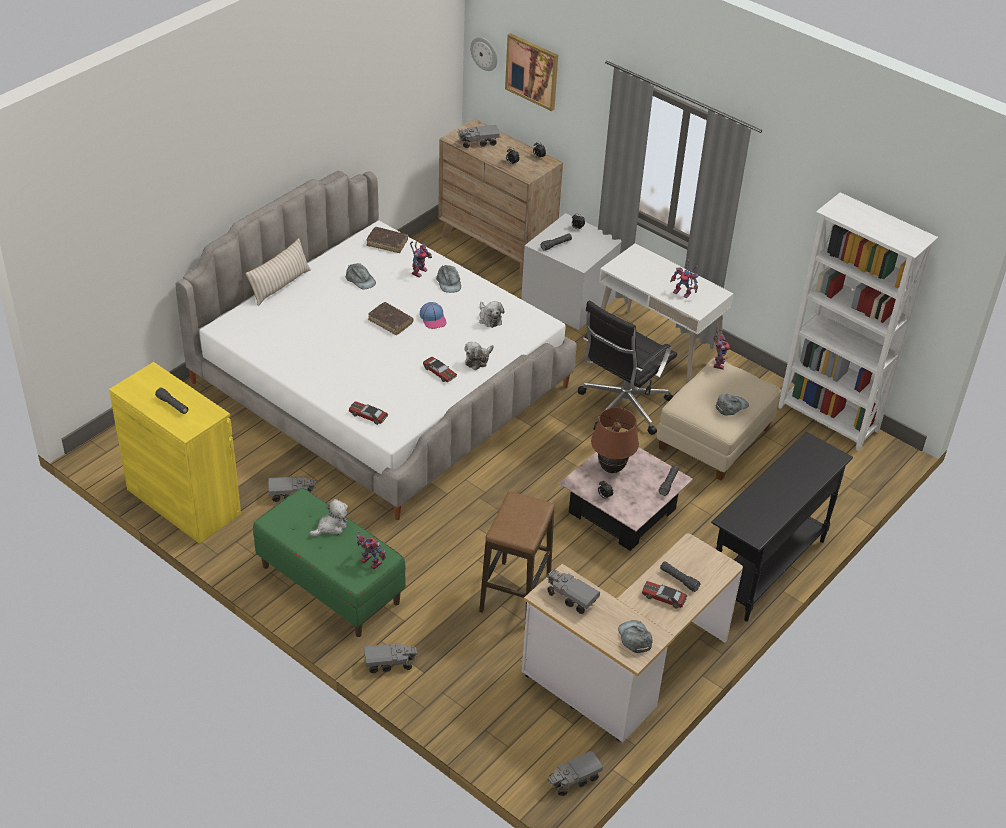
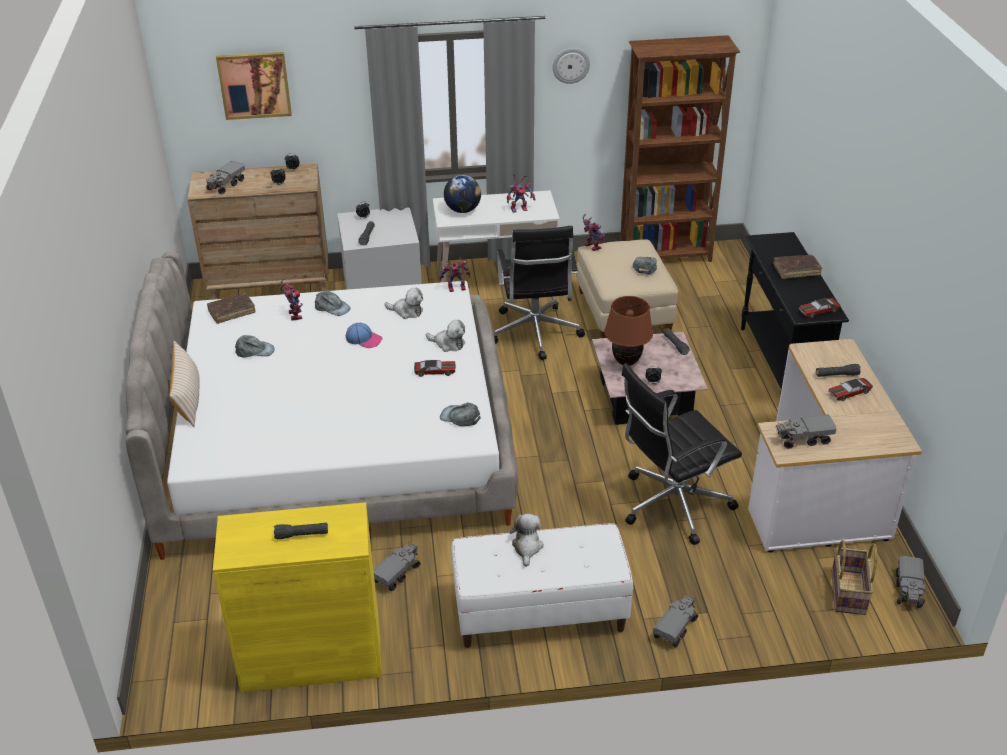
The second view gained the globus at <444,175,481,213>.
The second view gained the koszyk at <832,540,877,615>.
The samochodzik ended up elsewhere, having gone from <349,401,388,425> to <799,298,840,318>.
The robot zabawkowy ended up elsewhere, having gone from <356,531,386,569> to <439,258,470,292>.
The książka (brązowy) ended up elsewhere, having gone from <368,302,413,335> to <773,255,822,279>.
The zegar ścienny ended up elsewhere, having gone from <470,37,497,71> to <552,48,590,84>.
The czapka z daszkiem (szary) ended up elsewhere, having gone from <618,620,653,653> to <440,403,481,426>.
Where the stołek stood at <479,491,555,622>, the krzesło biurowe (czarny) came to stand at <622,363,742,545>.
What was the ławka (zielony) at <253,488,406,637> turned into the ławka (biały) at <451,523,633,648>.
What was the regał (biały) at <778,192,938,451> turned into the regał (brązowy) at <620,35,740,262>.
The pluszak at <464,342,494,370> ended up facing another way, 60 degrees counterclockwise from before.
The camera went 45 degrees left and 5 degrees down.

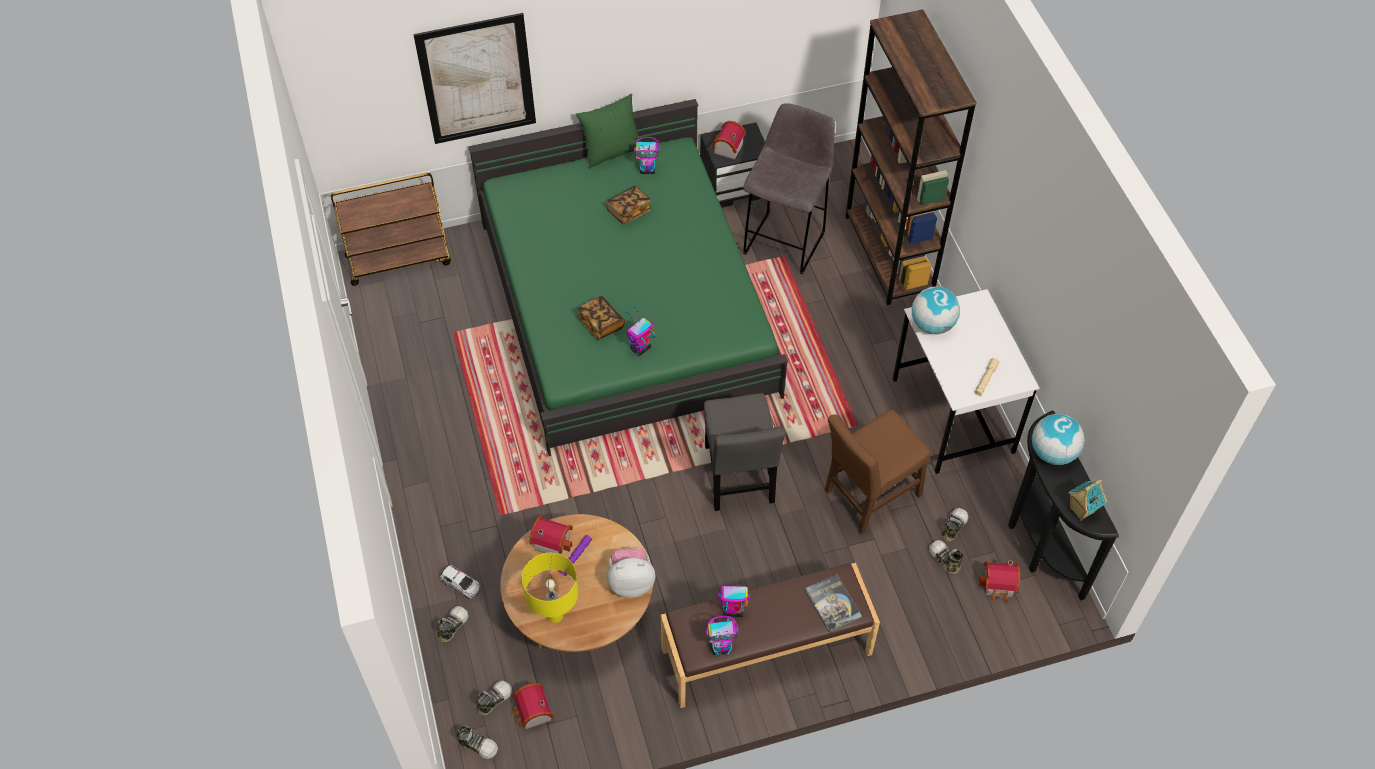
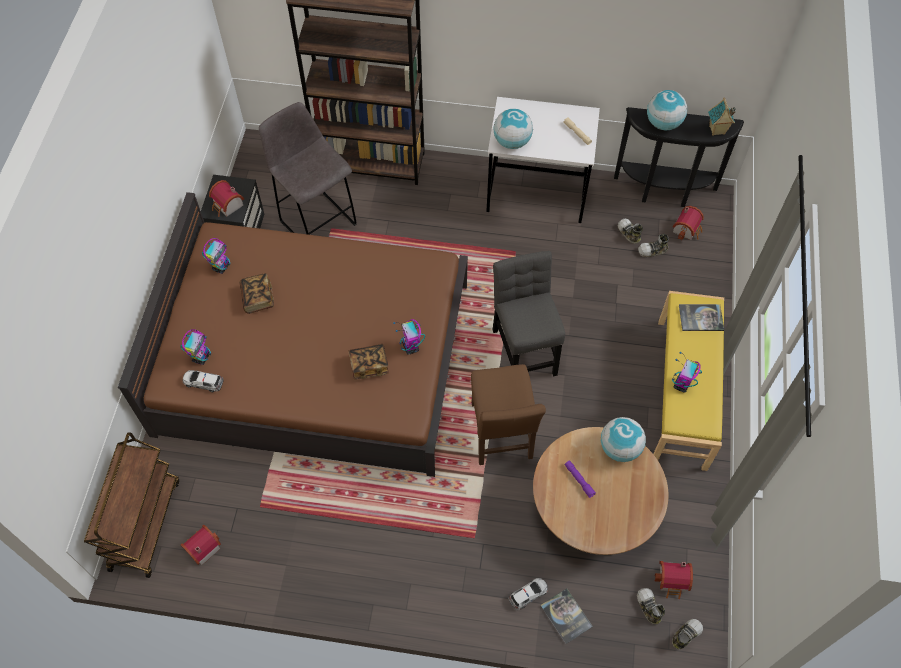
The second view lost the obraz at <413,13,536,144>.
The second view lost the lampa stołowa (żółty) at <522,553,578,623>.
The second view lost the poduszka (zielony) at <576,94,640,169>.
The second view gained the samochodzik at <183,370,224,392>.
The domek ended up elsewhere, having gone from <530,516,573,554> to <181,525,221,565>.
The robot zabawkowy ended up elsewhere, having gone from <706,616,739,656> to <180,329,211,365>.
The krzesło (brązowy) ended up elsewhere, having gone from <825,409,931,534> to <471,364,546,465>.
Where the but stood at <437,606,469,642>, the książka came to stand at <540,588,593,644>.
Where the pluszak stood at <607,547,655,598>, the globus came to stand at <601,417,646,462>.
What was the łóżko (zielony) at <468,99,788,456> turned into the łóżko (brązowy) at <118,192,468,477>.
What was the ławka (brązowy) at <661,563,880,708> turned into the ławka (żółty) at <653,291,724,471>.
The krzesło (szary) at <704,393,786,511> ended up facing another way, 120 degrees counterclockwise from before.
The camera went 65 degrees left and 5 degrees up.

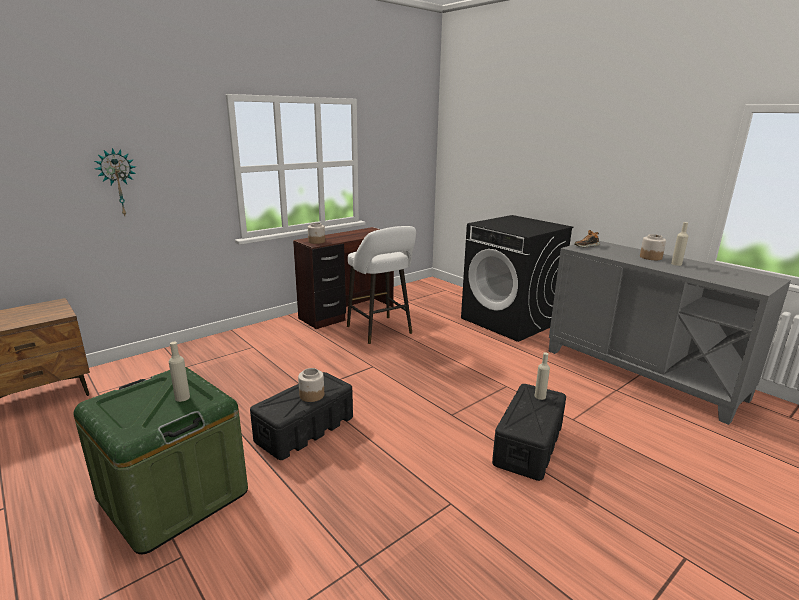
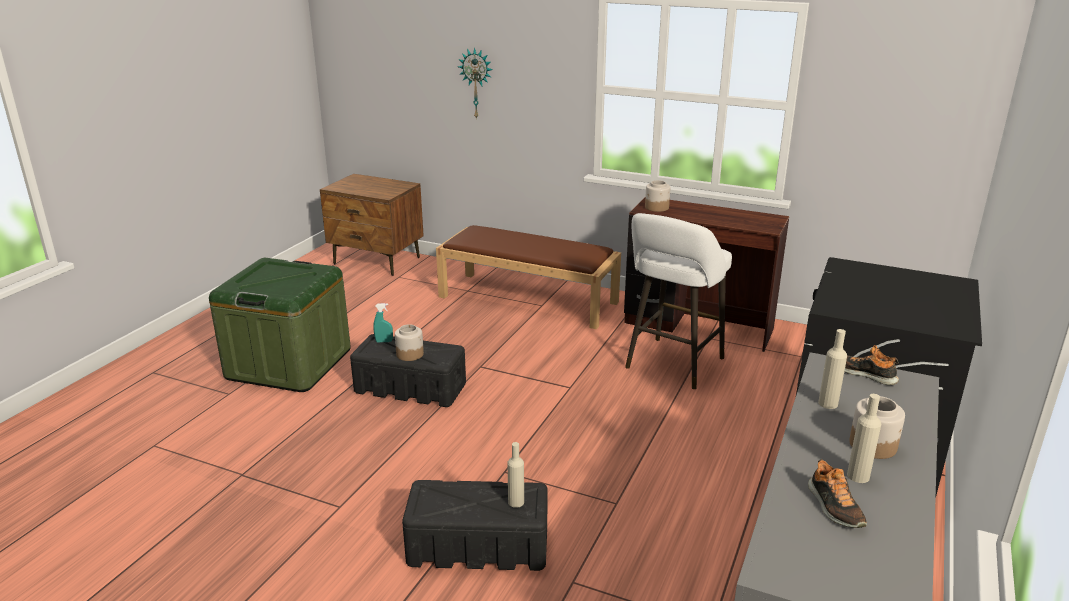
The second view gained the spryskiwacz (turkusowy) at <373,303,393,342>.
The second view gained the ławka (brązowy) at <436,225,621,329>.
The second view gained the but at <808,459,867,528>.
The butelka (beżowy) ended up elsewhere, having gone from <169,342,190,402> to <818,329,847,409>.
The camera went 65 degrees right and 5 degrees up.

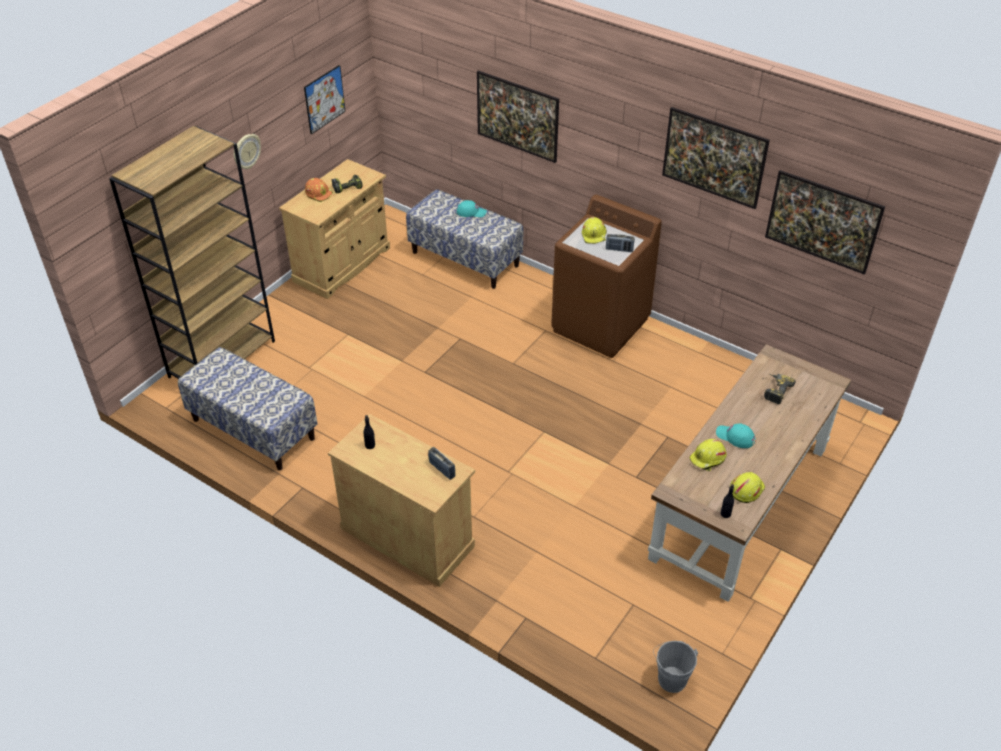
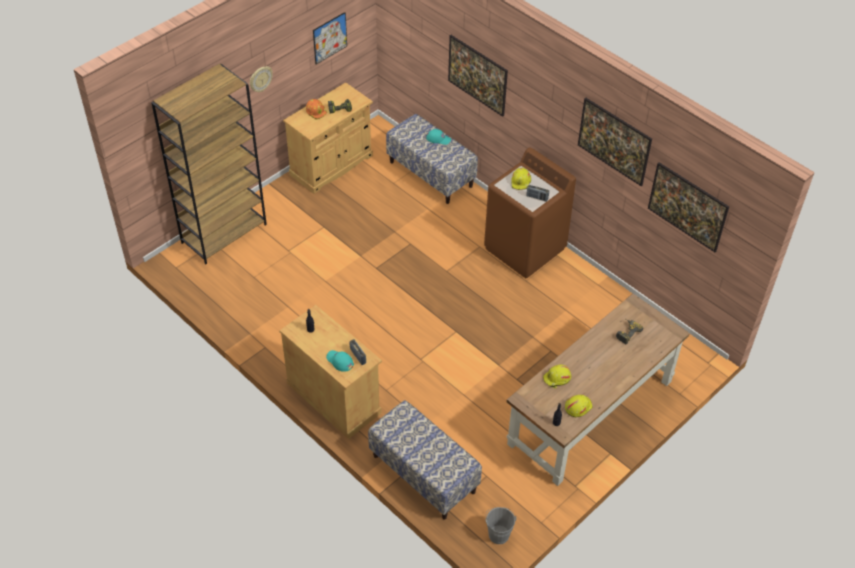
The ławka ended up elsewhere, having gone from <178,347,317,470> to <368,400,482,520>.
The czapka z daszkiem (turkusowy) ended up elsewhere, having gone from <716,423,756,448> to <326,350,354,372>.
The camera went 10 degrees right and 5 degrees up.

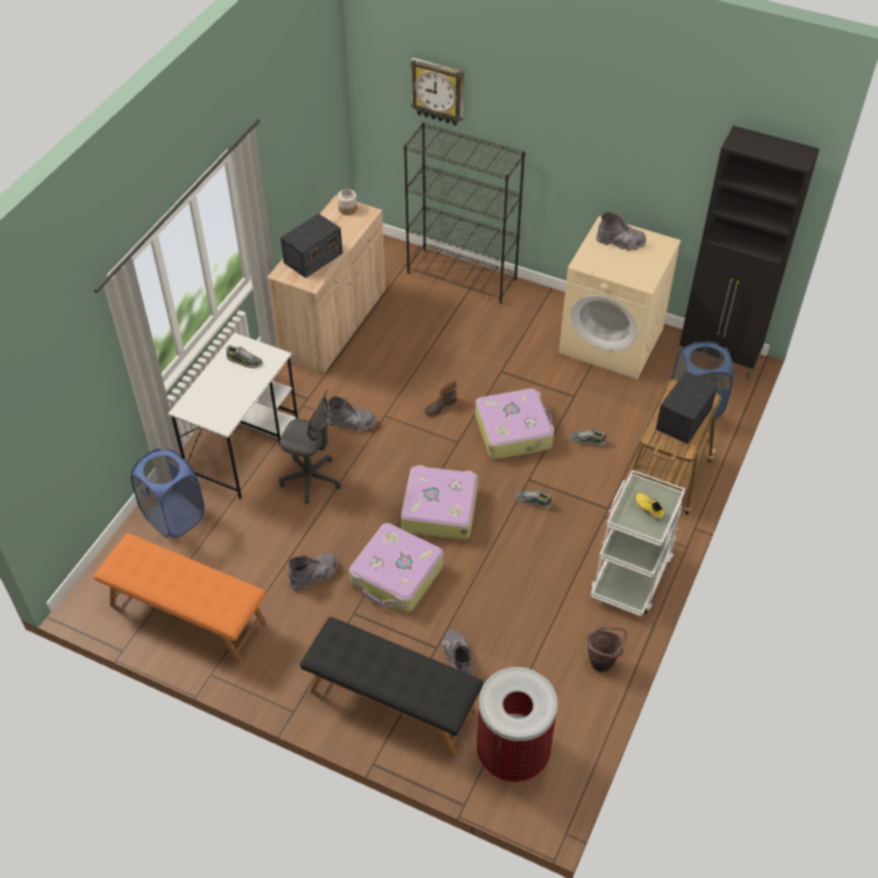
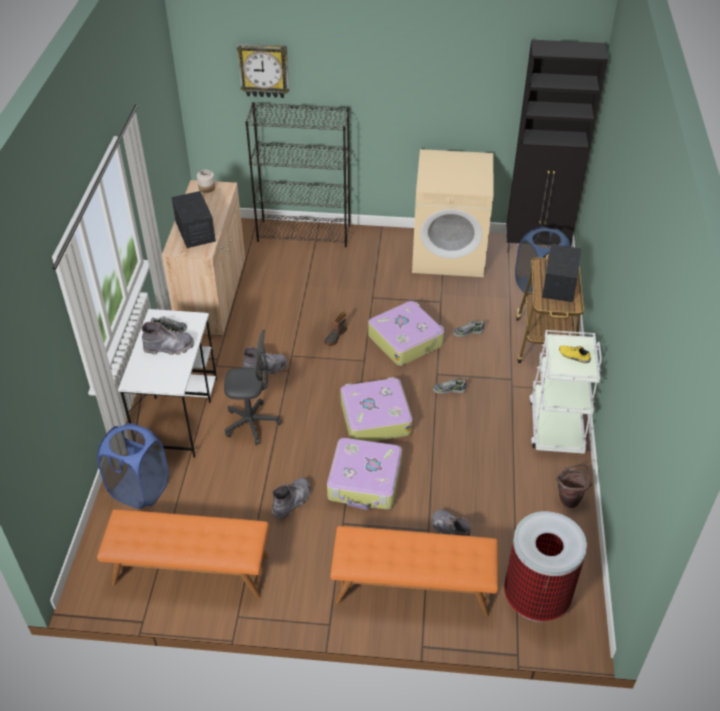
The but z cholewką (szary) ended up elsewhere, having gone from <596,212,646,251> to <142,322,194,355>.
What was the ławka (czarny) at <300,617,483,756> turned into the ławka (pomarańczowy) at <330,526,498,617>.
The radio at <280,213,343,278> ended up facing another way, 45 degrees counterclockwise from before.
The camera went 20 degrees left and 5 degrees down.

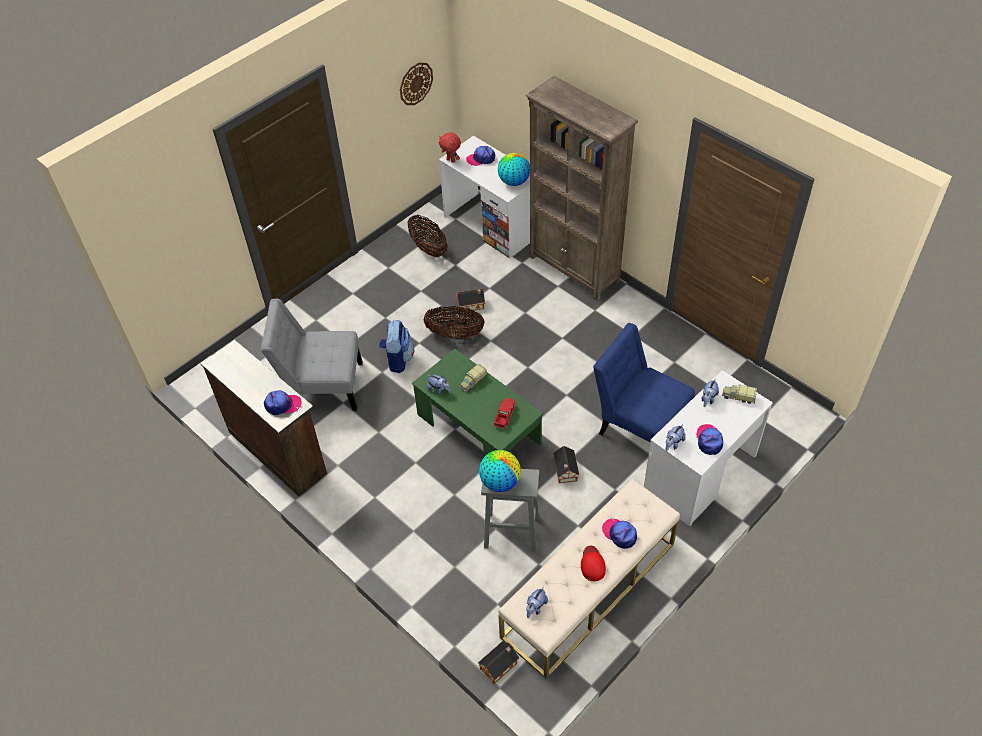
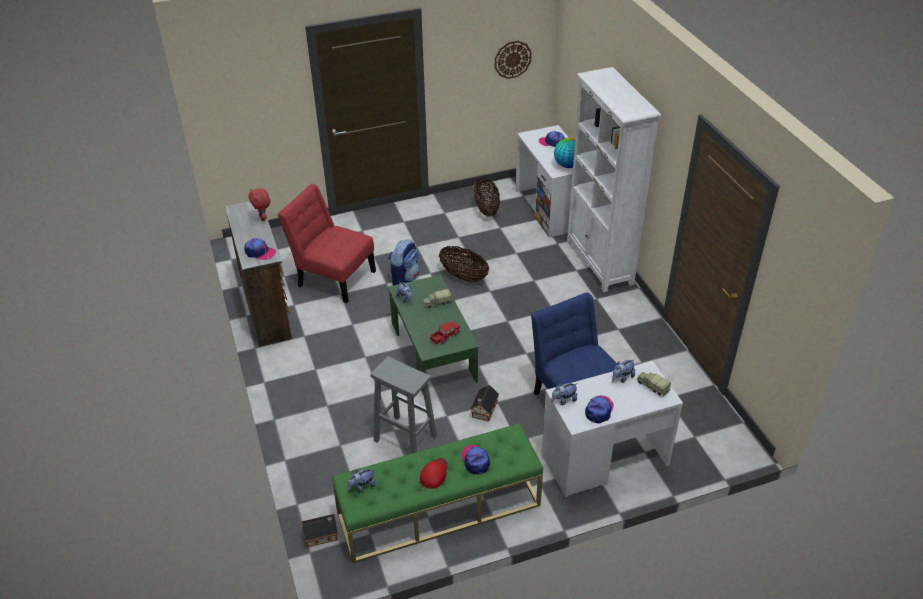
The second view lost the domek at <456,289,485,311>.
The second view lost the globus at <479,450,521,492>.
The pluszak (czerwony) ended up elsewhere, having gone from <439,132,461,163> to <249,188,270,221>.
What was the krzesło (szary) at <260,299,363,411> turned into the krzesło (czerwony) at <277,184,376,303>.
What was the ławka (beżowy) at <498,479,680,679> turned into the ławka (zielony) at <332,423,543,563>.
What was the regał (brązowy) at <525,76,638,301> turned into the regał (biały) at <567,67,661,292>.
The camera went 25 degrees right and 10 degrees down.

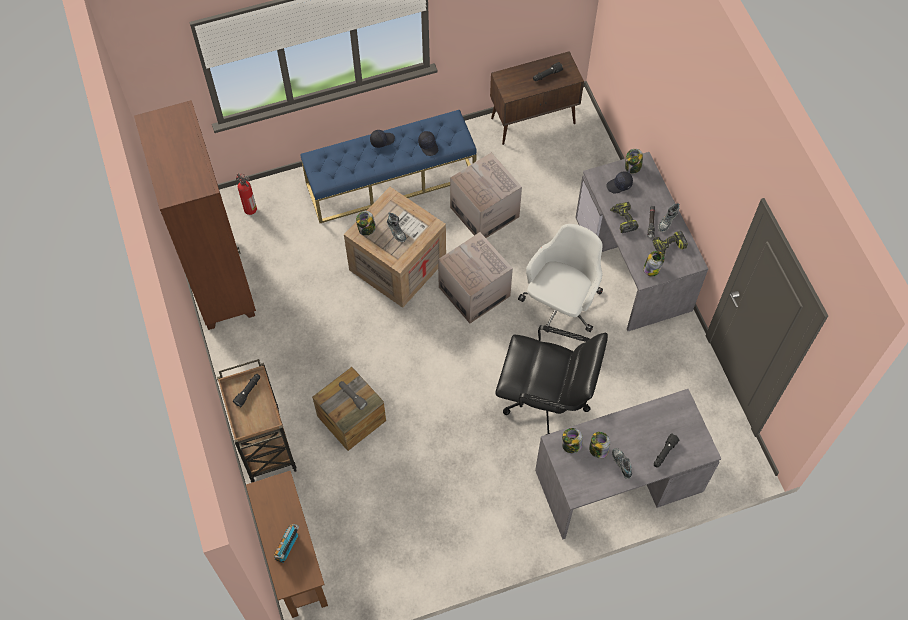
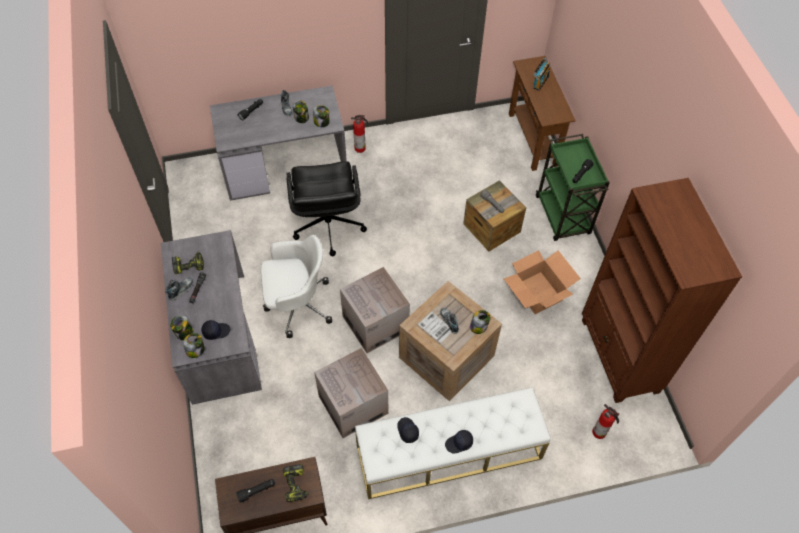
The second view gained the gaśnica at <351,115,368,153>.
The second view gained the karton at <504,250,581,314>.
The wiertarka ended up elsewhere, having gone from <610,202,639,233> to <283,464,309,502>.
The słoik ended up elsewhere, having gone from <643,251,665,277> to <170,315,194,340>.
What was the wózek (brązowy) at <217,359,297,482> turned into the wózek (zielony) at <536,134,610,241>.
What was the ławka (niebieski) at <300,110,477,223> turned into the ławka (biały) at <355,387,551,499>.
The krzesło biurowe (czarny) at <496,325,608,435> ended up facing another way, 120 degrees counterclockwise from before.
The krzesło biurowe (biały) at <518,224,603,333> ended up facing another way, 135 degrees counterclockwise from before.
The camera went 175 degrees left and 5 degrees down.

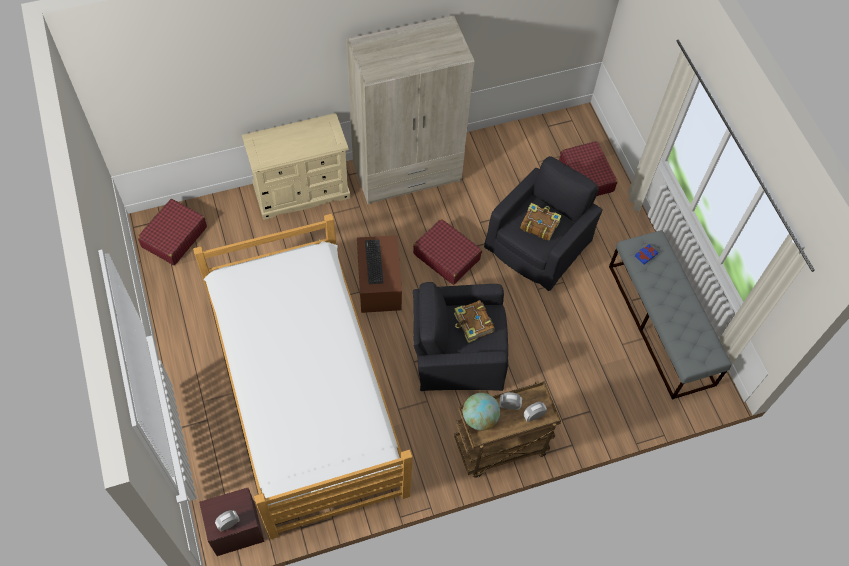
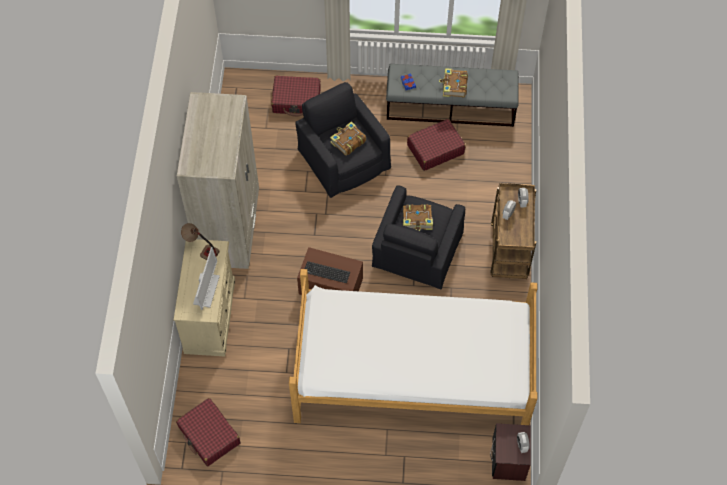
The second view lost the globus at <463,393,500,431>.
The second view gained the lampa stołowa at <181,223,219,260>.
The second view gained the monitor at <193,247,220,310>.
The second view gained the książka at <439,68,468,97>.
The walizka (czerwony) ended up elsewhere, having gone from <413,219,482,285> to <407,119,466,171>.
The camera went 65 degrees left and 0 degrees up.

